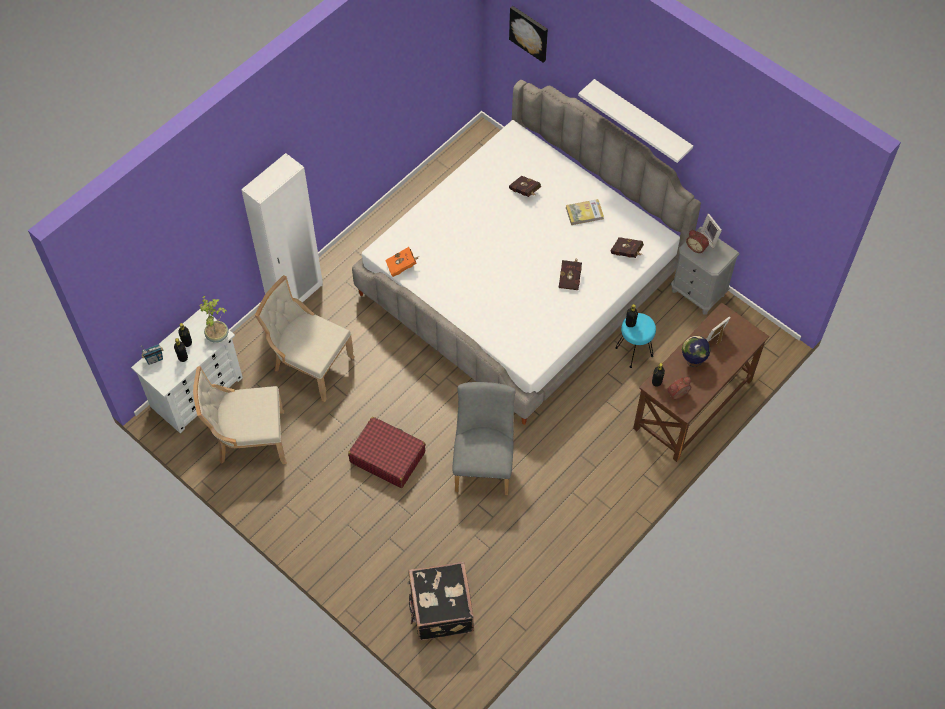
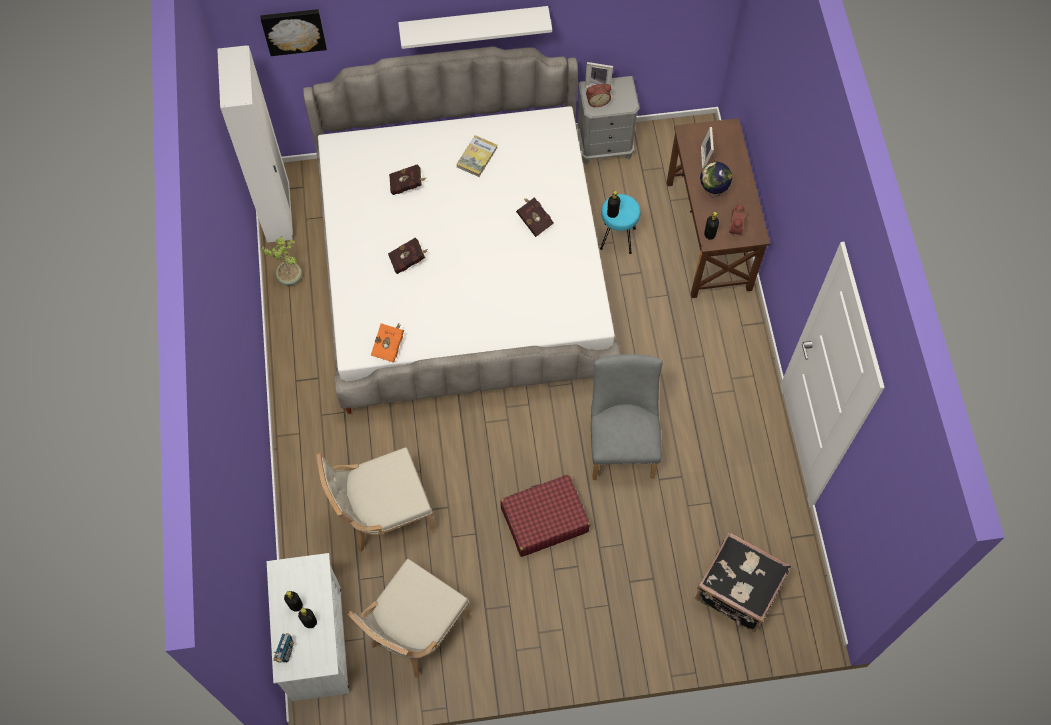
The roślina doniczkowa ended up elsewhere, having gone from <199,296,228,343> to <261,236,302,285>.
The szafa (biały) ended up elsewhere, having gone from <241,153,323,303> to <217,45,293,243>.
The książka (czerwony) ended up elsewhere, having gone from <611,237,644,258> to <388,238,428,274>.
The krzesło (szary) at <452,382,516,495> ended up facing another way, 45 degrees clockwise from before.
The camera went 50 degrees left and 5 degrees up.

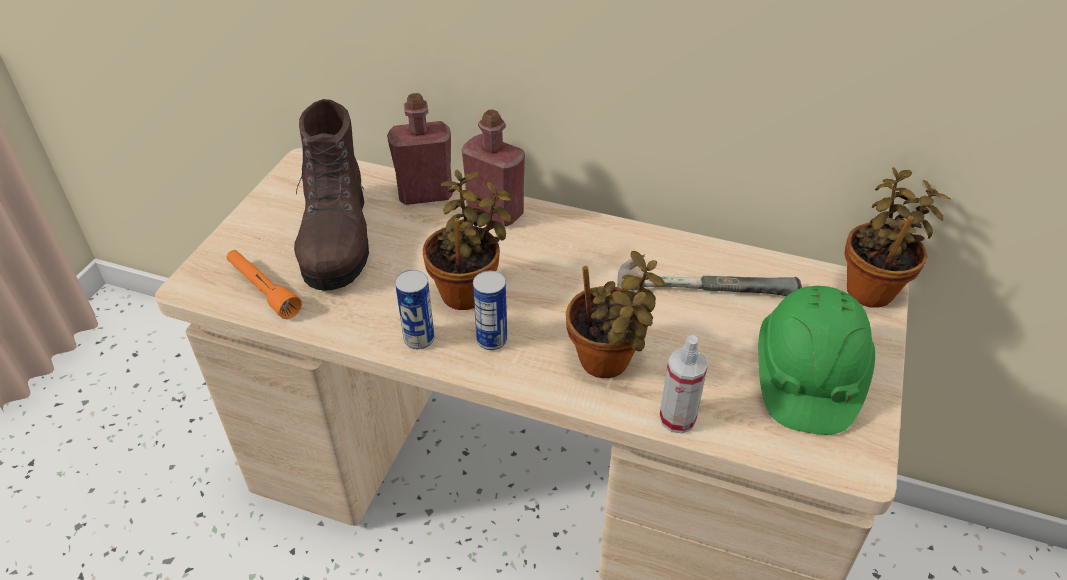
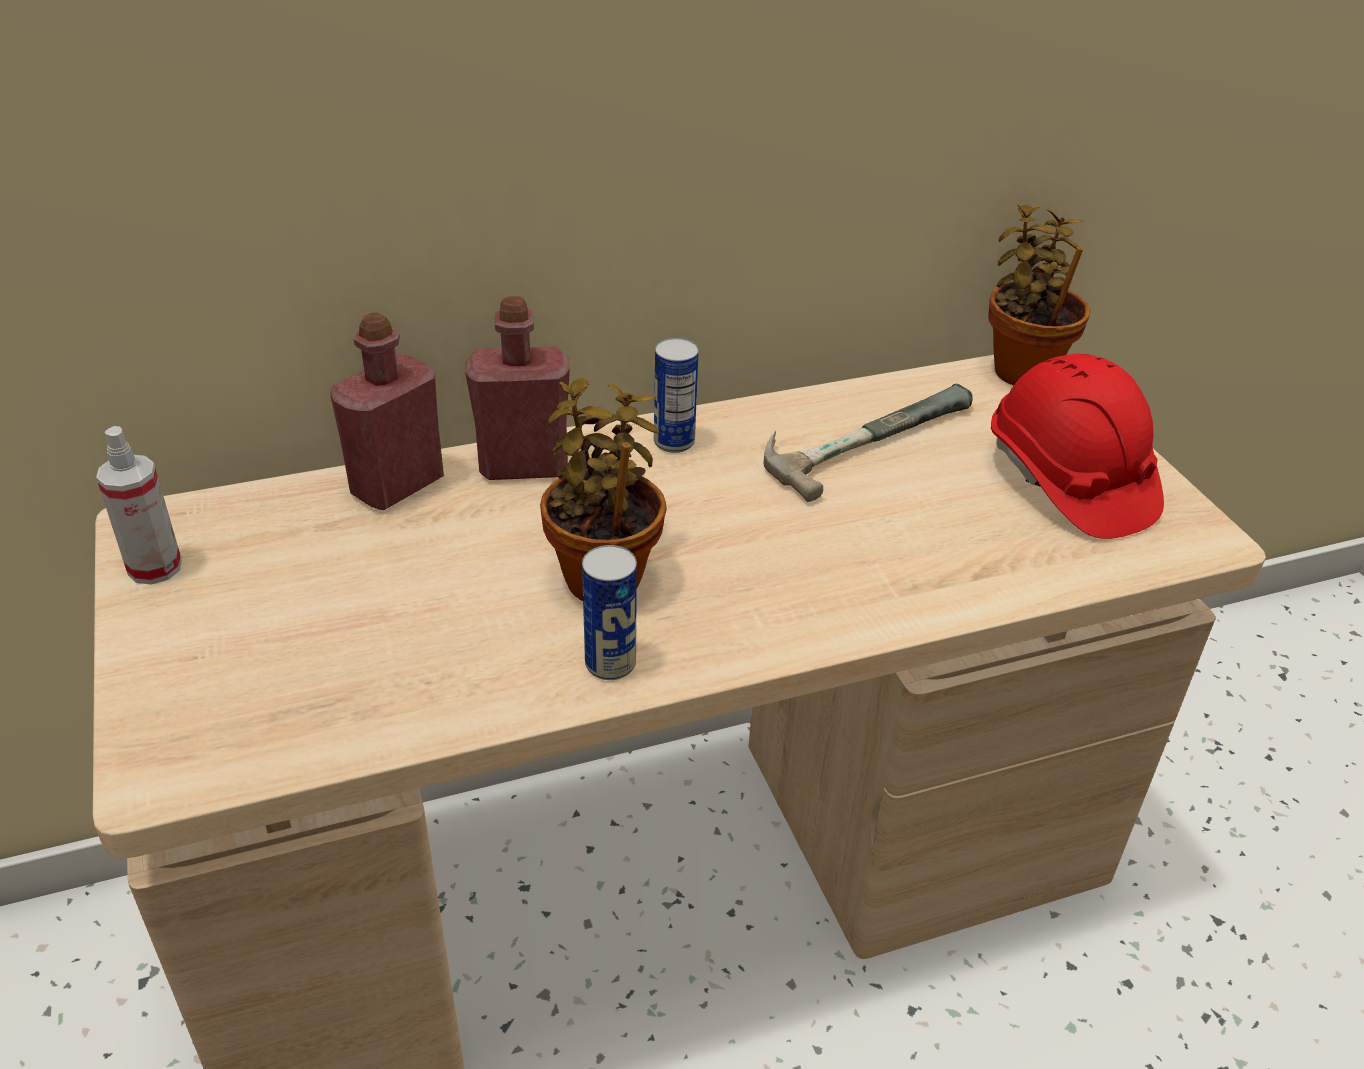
The second view lost the latarka (pomarańczowy) at <227,250,302,319>.
The second view lost the but z cholewką (brązowy) at <294,99,369,291>.
The second view lost the roślina doniczkowa at <566,251,665,378>.
The puszka ended up elsewhere, having gone from <473,271,507,350> to <654,338,699,453>.
The spryskiwacz ended up elsewhere, having gone from <659,335,708,434> to <96,426,182,585>.
What was the kask (zielony) at <759,286,875,435> turned into the kask (czerwony) at <991,354,1164,539>.
The camera went 40 degrees left and 5 degrees down.

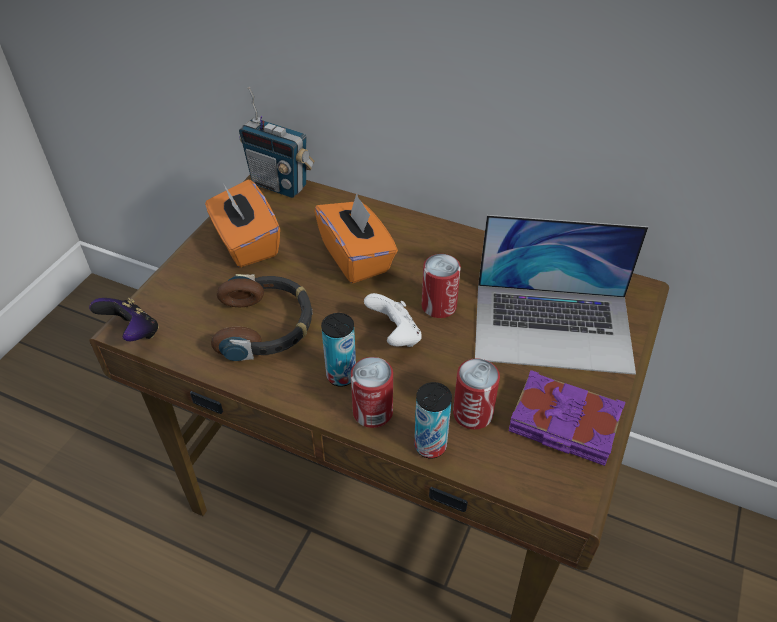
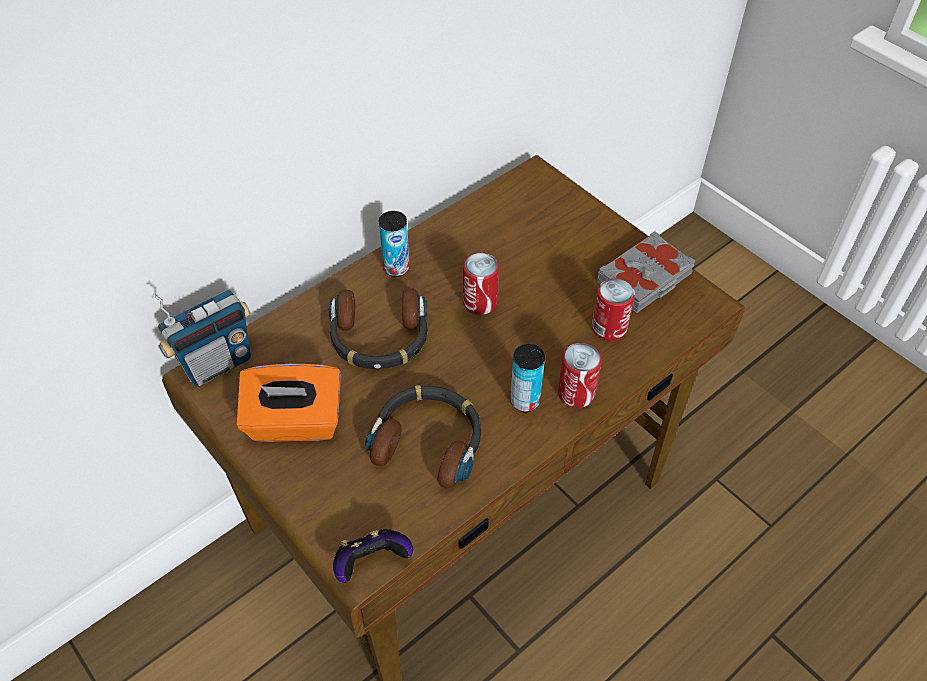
The second view lost the pad do gier (biały) at <364,293,422,347>.
The second view lost the laptop at <475,215,648,375>.
The puszka ended up elsewhere, having gone from <414,382,452,459> to <379,211,410,277>.
Where the pudełko chusteczek (pomarańczowy) stood at <314,193,398,283>, the słuchawki came to stand at <329,288,428,369>.
What was the książka (fioletowy) at <508,370,626,466> turned into the książka (szary) at <597,231,696,313>.
The camera went 65 degrees left and 5 degrees up.

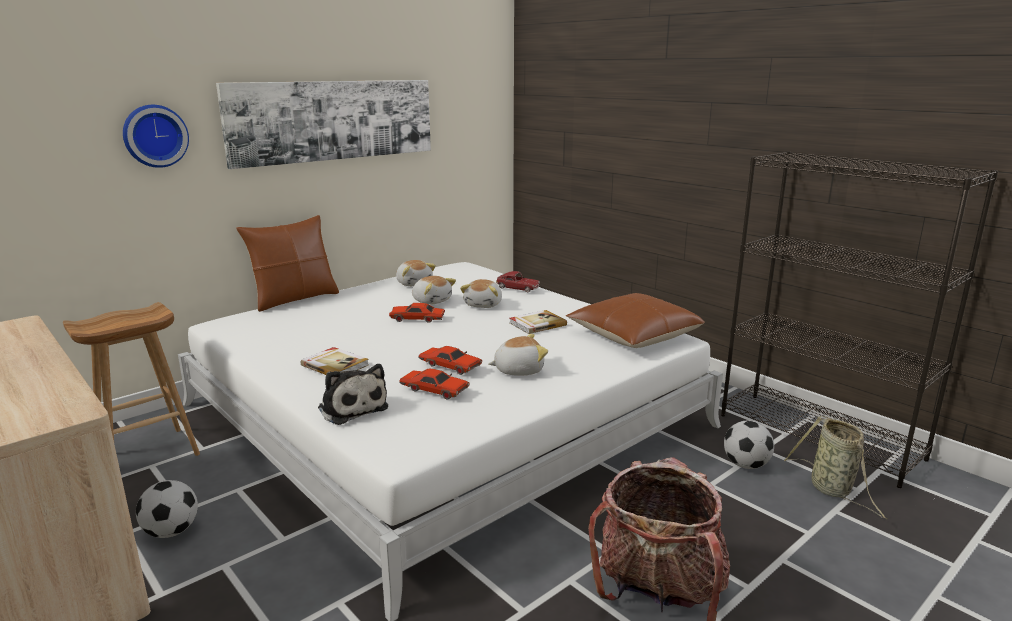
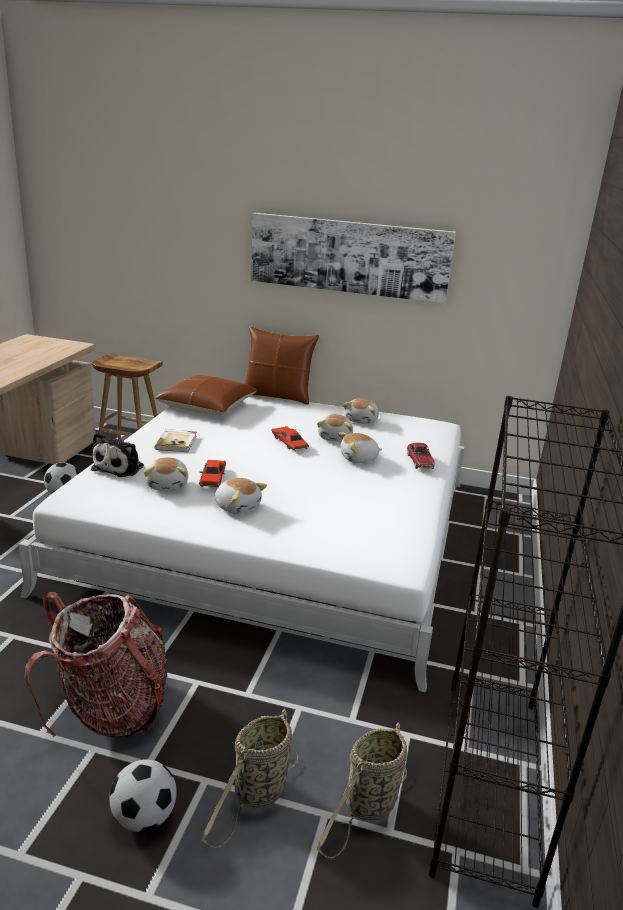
The second view lost the zegar ścienny at <123,105,189,168>.
The second view lost the książka at <510,310,567,334>.
The second view gained the koszyk at <202,709,298,847>.
The poduszka (brązowy) ended up elsewhere, having gone from <566,293,705,348> to <156,375,257,415>.
The piłka futbolowa ended up elsewhere, having gone from <724,421,774,469> to <109,759,177,832>.
Where the samochodzik (czerwony) stood at <399,368,469,400>, the pluszak came to stand at <144,458,188,490>.
The camera went 55 degrees right and 5 degrees up.

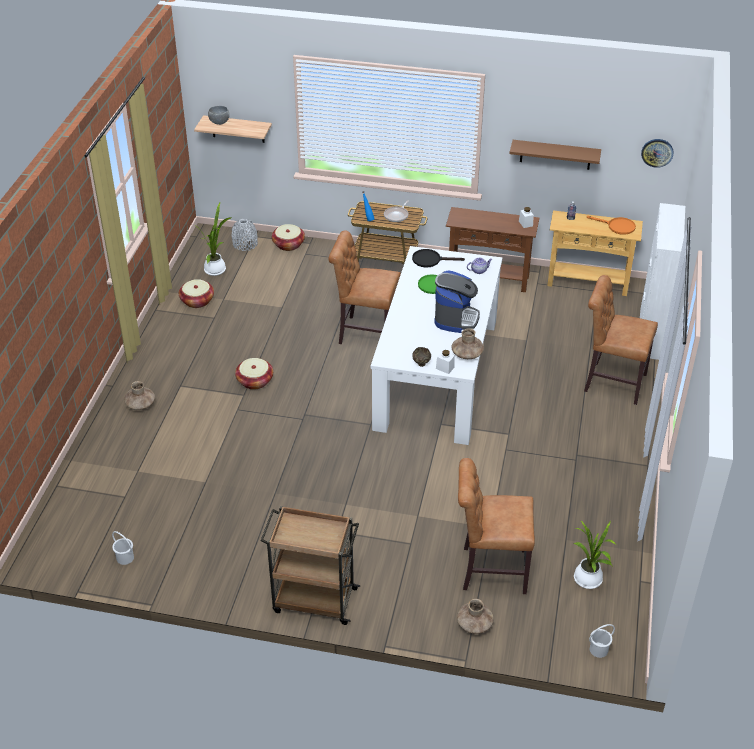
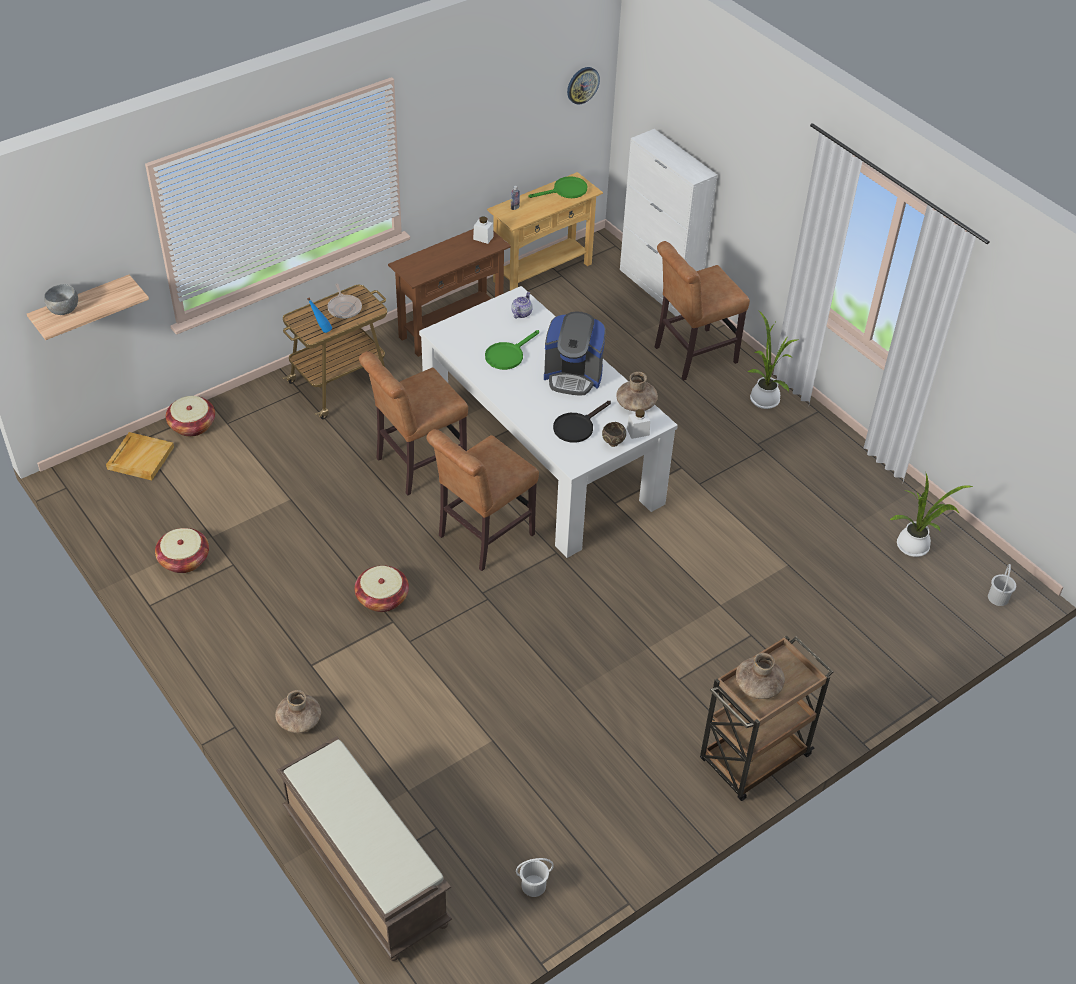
The second view lost the półka (brązowy) at <509,140,601,170>.
The second view gained the ławka (brązowy) at <276,736,452,961>.
The roślina doniczkowa ended up elsewhere, having gone from <194,203,232,276> to <748,310,797,409>.
The patelnia (czarny) ended up elsewhere, having gone from <412,249,465,267> to <553,401,611,443>.
The wazon (brązowy) ended up elsewhere, having gone from <457,599,493,634> to <736,653,785,699>.
The krzesło (brązowy) ended up elsewhere, having gone from <458,458,535,594> to <426,429,539,571>.
Where the wazon (szary) stood at <232,219,258,251>, the taca (beżowy) came to stand at <106,432,174,480>.
What was the patelnia (pomarańczowy) at <587,216,636,235> turned into the patelnia (zielony) at <528,176,587,198>.
The ekspres do kawy at <434,271,480,333> ended up facing another way, 135 degrees clockwise from before.
The camera went 50 degrees left and 5 degrees up.

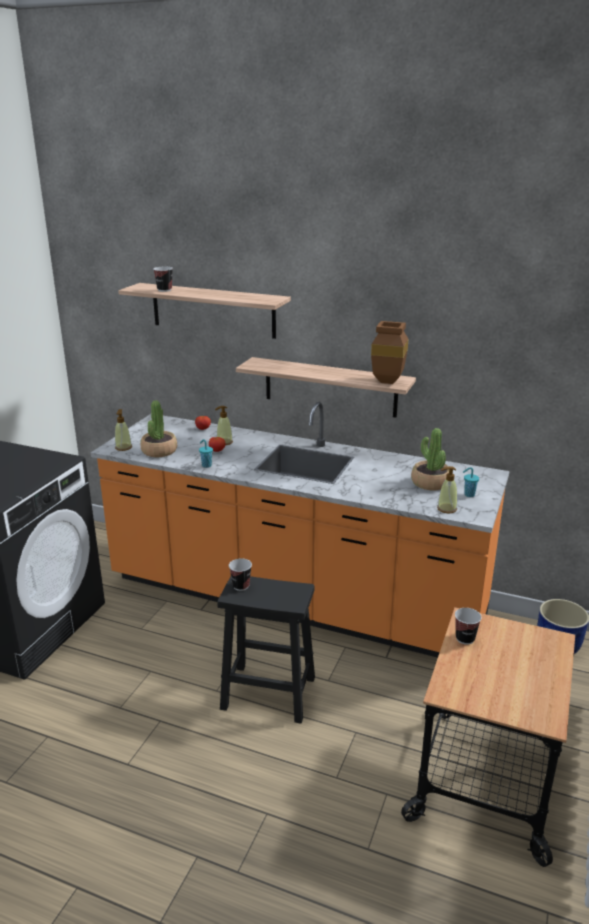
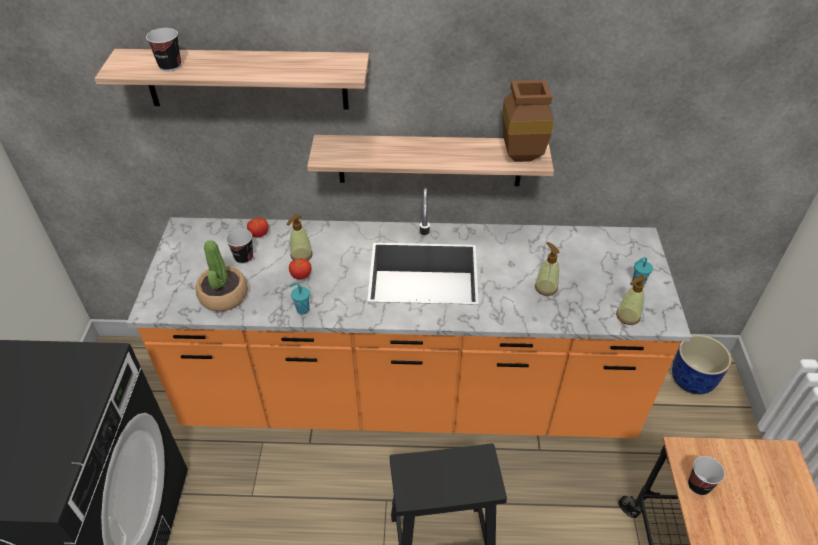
The second view lost the roślina doniczkowa at <411,428,449,490>.
The dozownik mydła ended up elsewhere, having gone from <115,409,132,451> to <535,242,560,296>.
The filiżanka ended up elsewhere, having gone from <229,558,252,591> to <226,229,253,264>.
The camera went 20 degrees left and 20 degrees up.

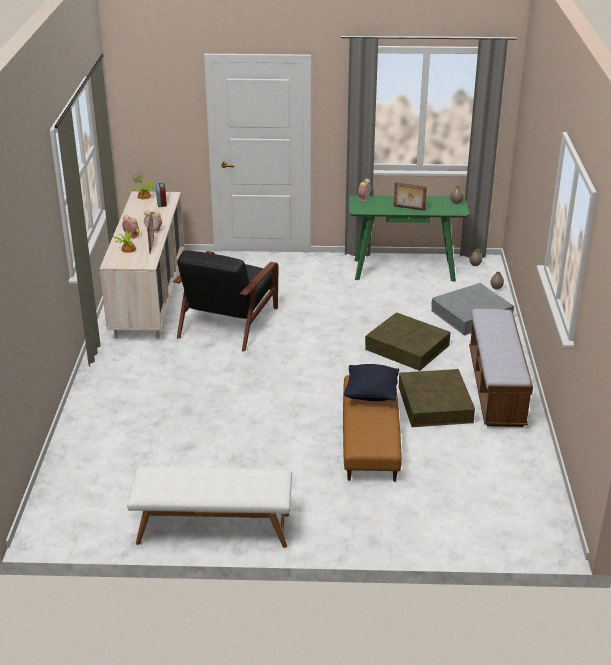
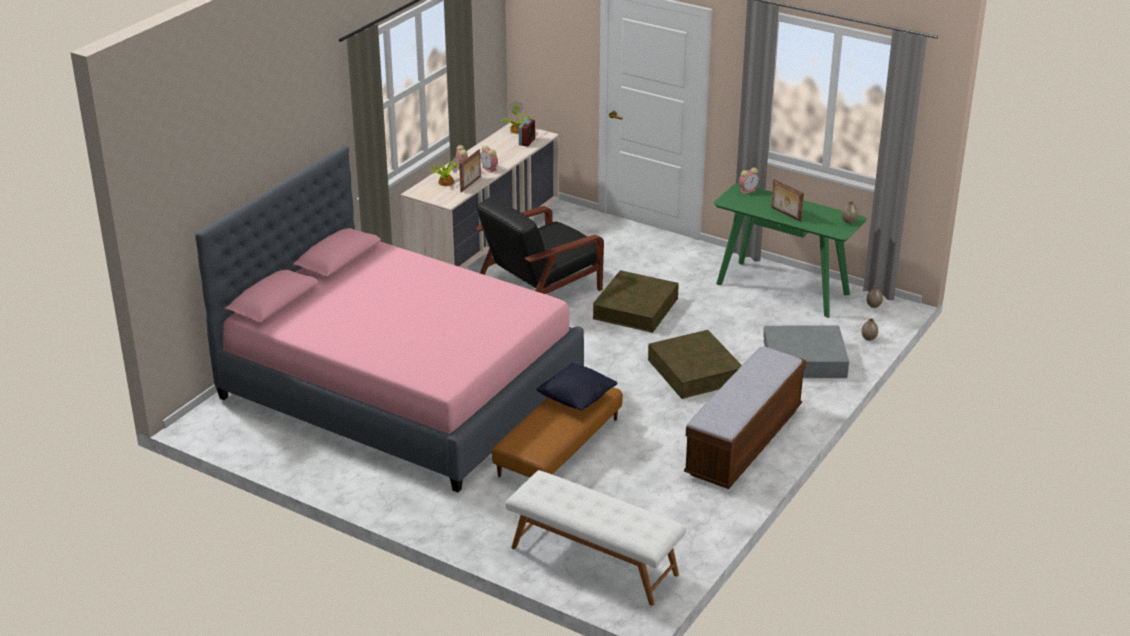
The second view gained the łóżko (różowy) at <195,145,584,493>.
The ławka (biały) ended up elsewhere, having gone from <127,467,292,548> to <505,470,686,606>.
The pojemnik do przechowywania (brązowy) ended up elsewhere, having gone from <399,369,475,427> to <593,270,679,333>.
The camera went 30 degrees right and 0 degrees up.

